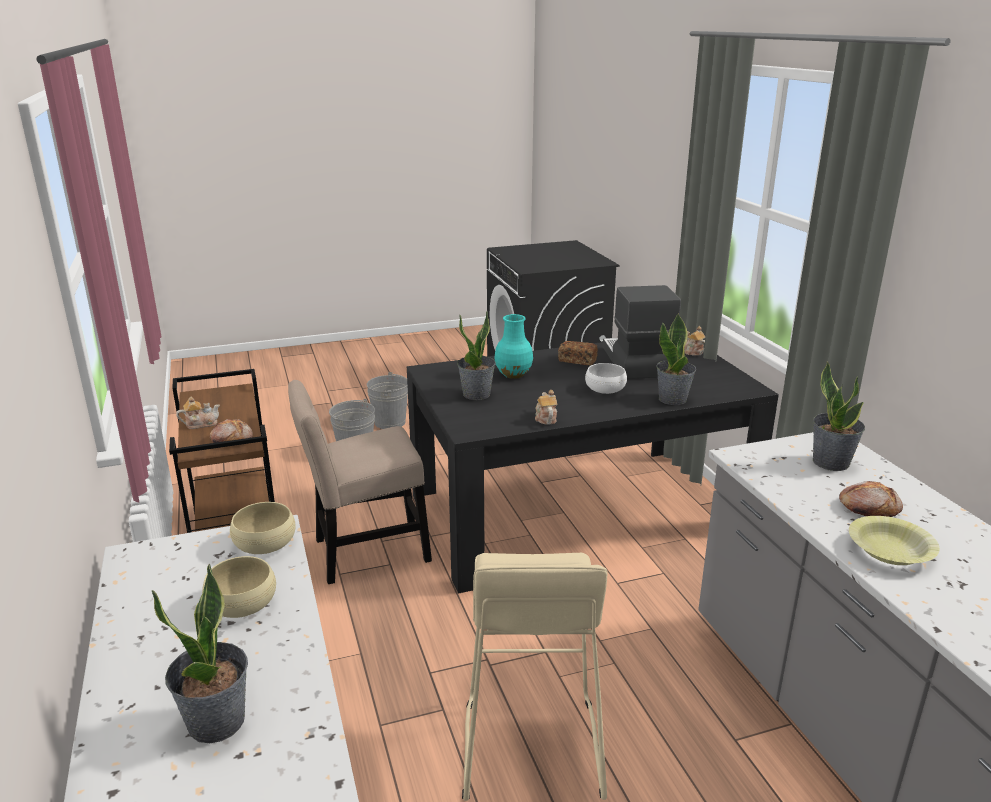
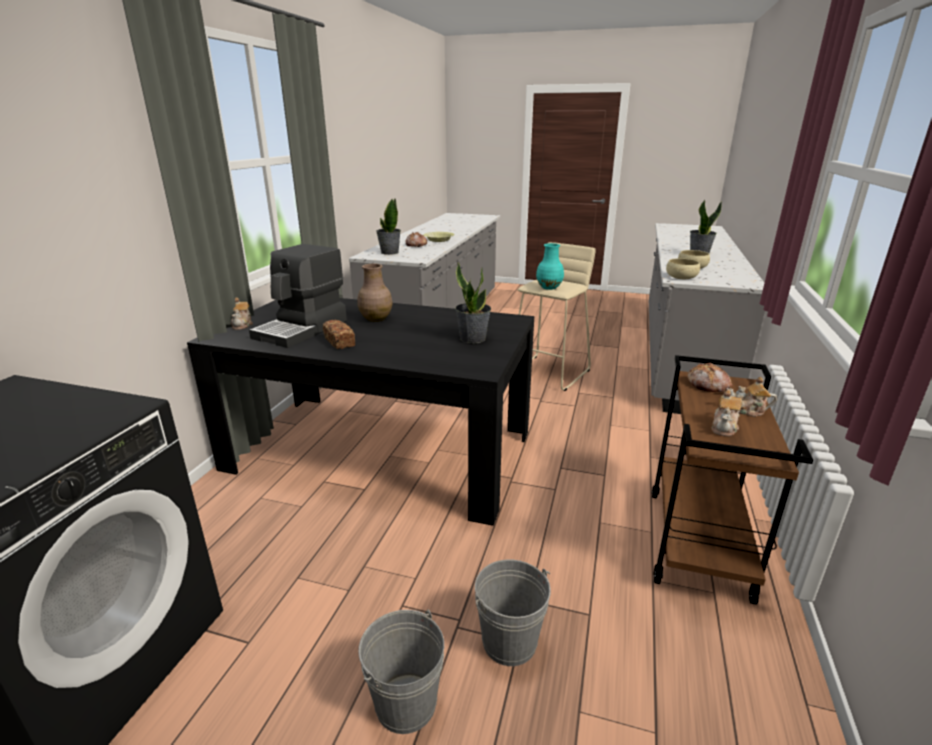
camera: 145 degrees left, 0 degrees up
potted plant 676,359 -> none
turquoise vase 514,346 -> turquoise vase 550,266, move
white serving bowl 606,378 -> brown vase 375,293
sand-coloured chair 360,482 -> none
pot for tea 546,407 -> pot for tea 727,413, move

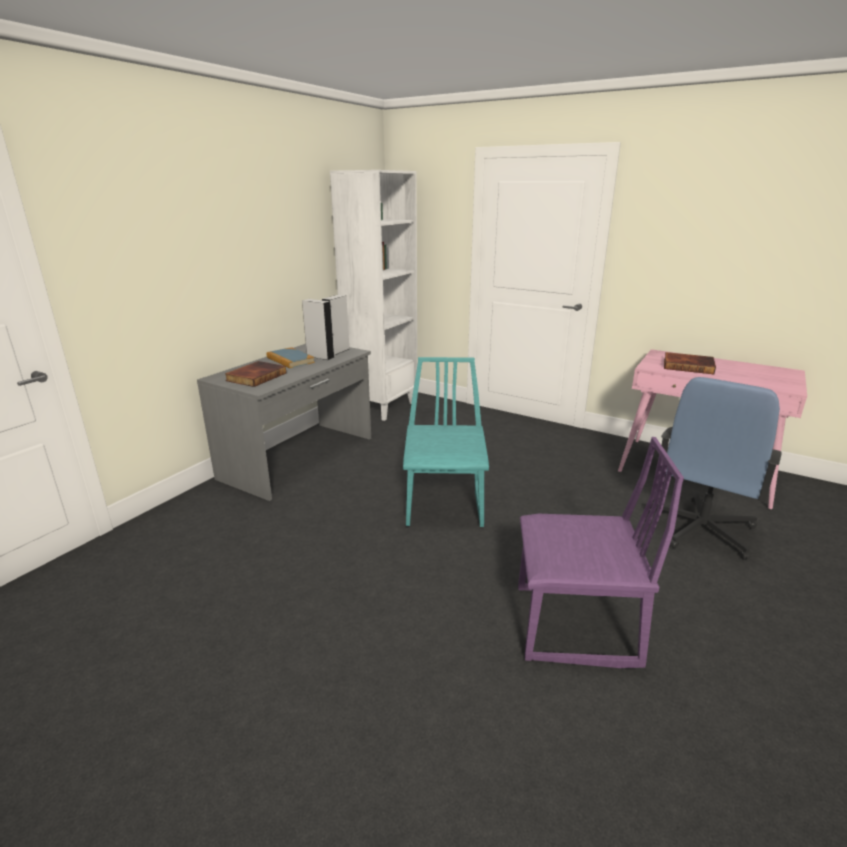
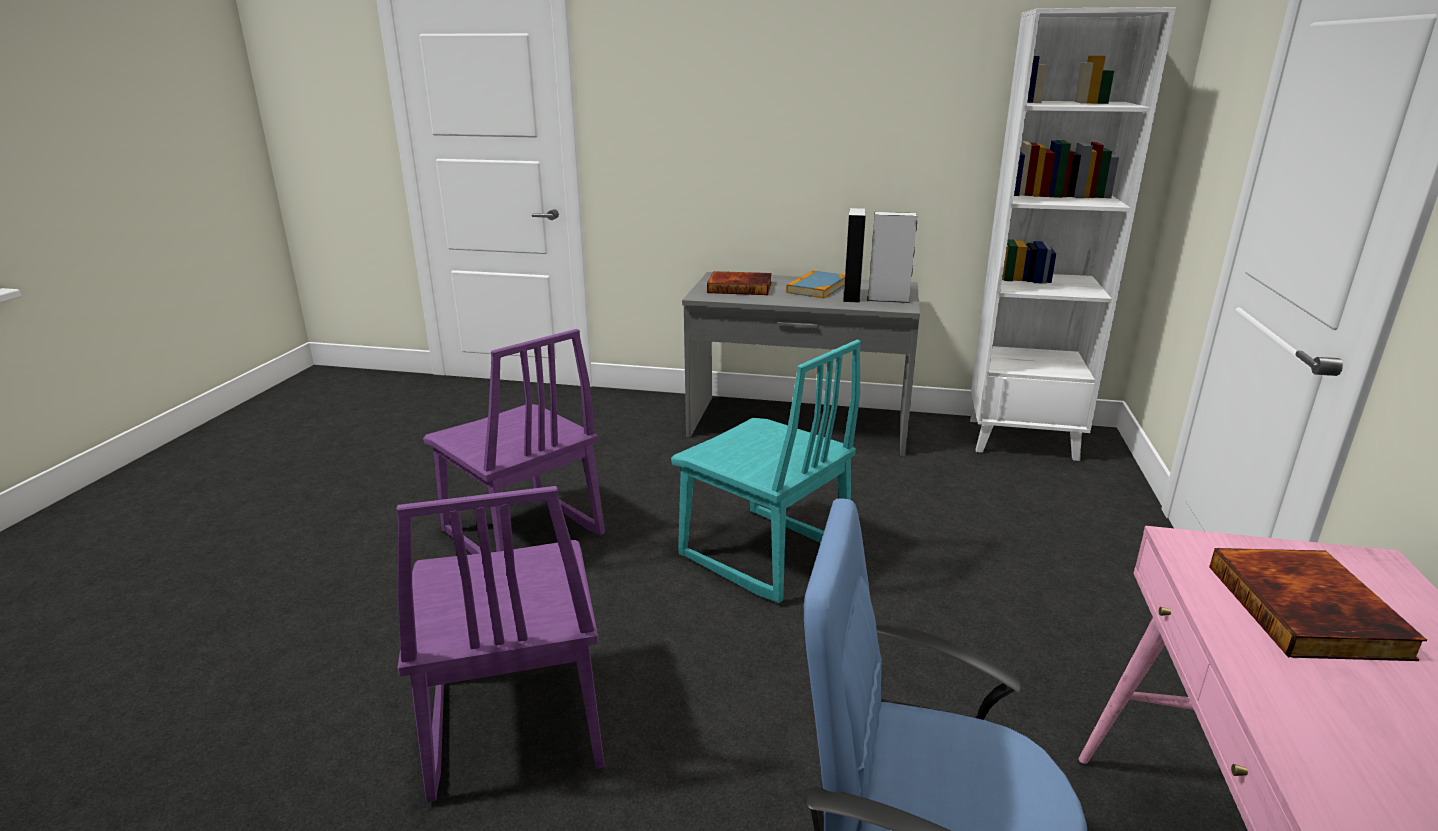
camera: 70 degrees right, 0 degrees up
turquoise chair 446,442 -> turquoise chair 766,471, 60 degrees clockwise
none -> purplish chair 514,441

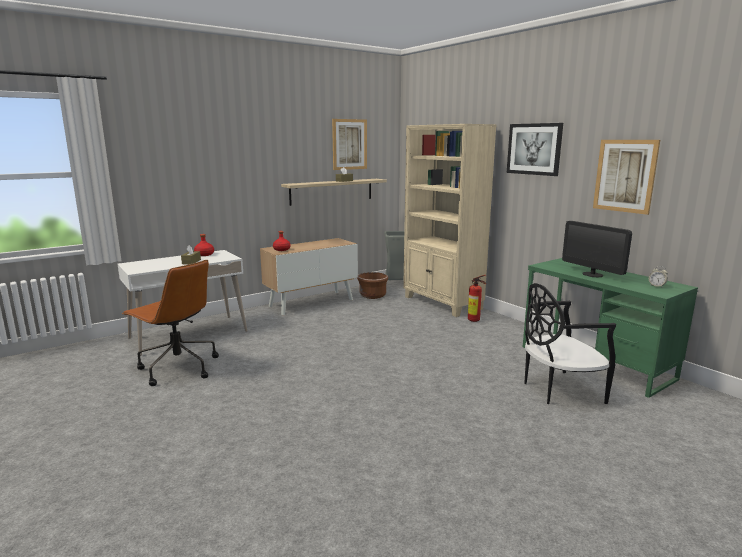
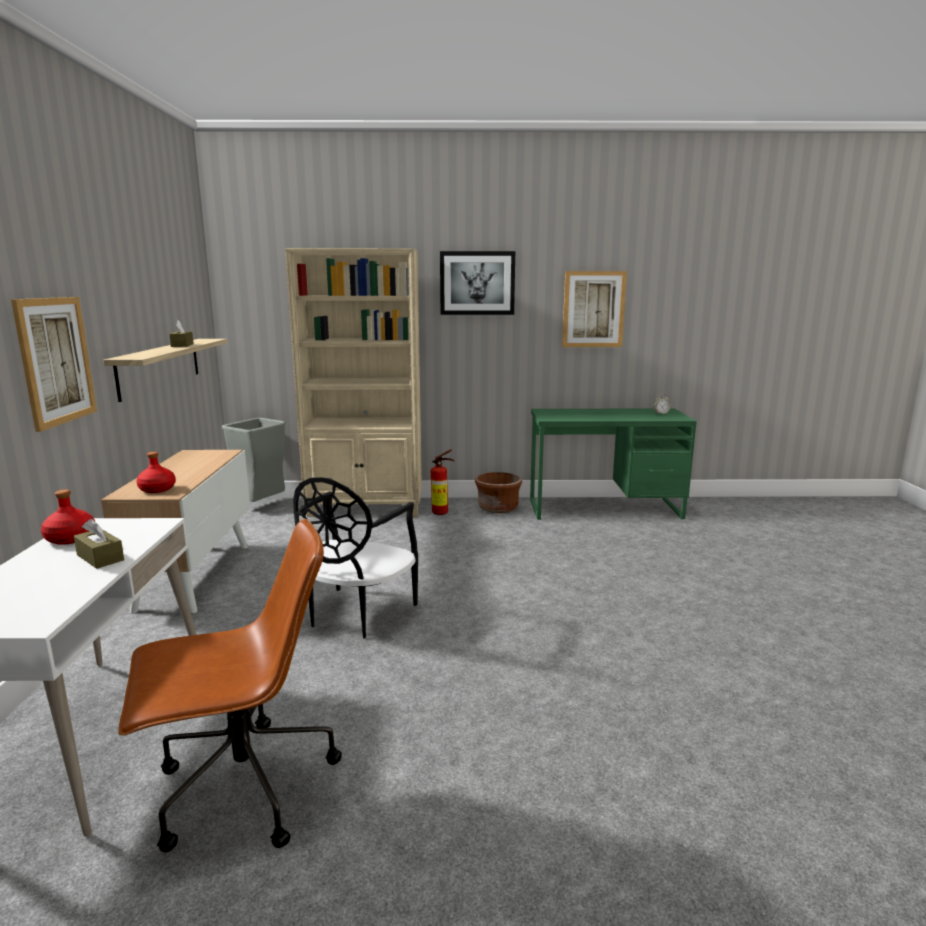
camera: 55 degrees left, 0 degrees up
picture 349,144 -> picture 54,364, move
computer display 597,249 -> none
brown planter 372,285 -> brown planter 498,492, move
blackish chair 570,343 -> blackish chair 355,557, move

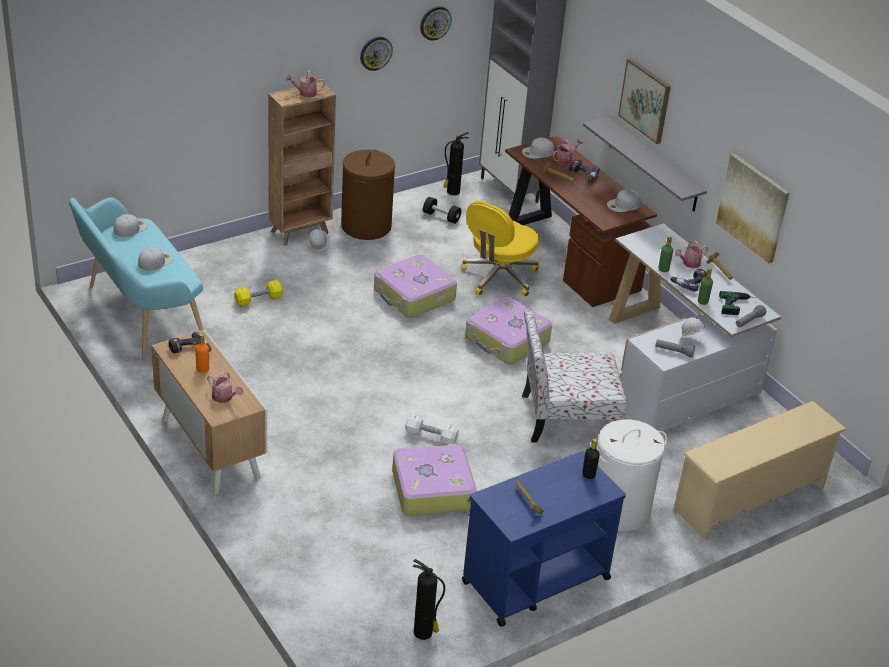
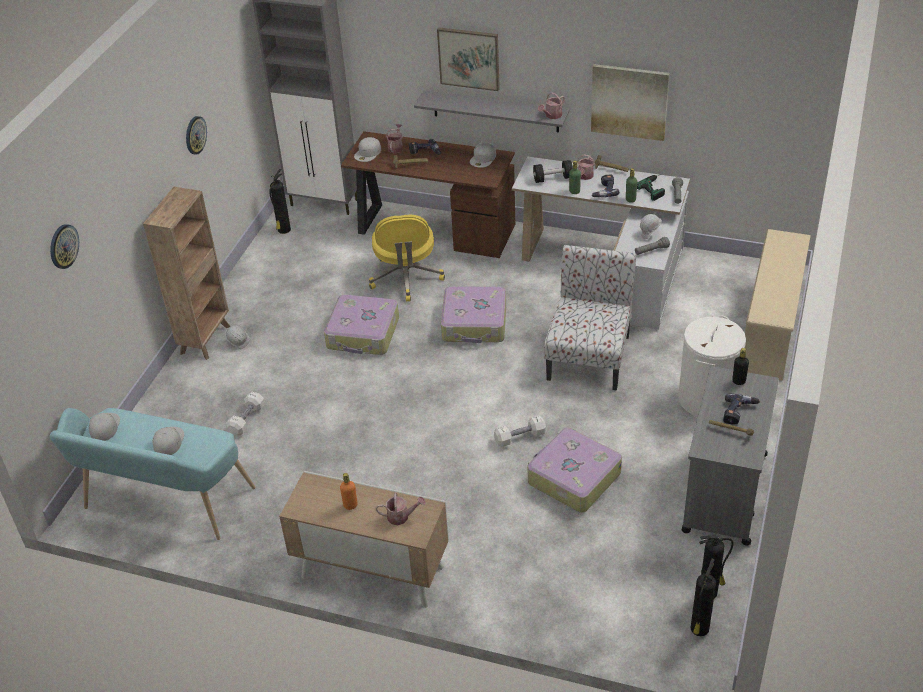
camera: 35 degrees left, 5 degrees up
clock on the wall 436,23 -> clock on the wall 64,246, move
watering pot 305,83 -> watering pot 551,106, move
brown hamper 368,195 -> none
blackish hand weight 442,210 -> blackish hand weight 553,171, move
yellowish hand weight 258,293 -> white hand weight 245,414
chair 575,375 -> chair 590,317, 150 degrees clockwise
power drill 190,342 -> power drill 741,409, move
blue cart 544,539 -> gray cart 730,456
none -> fire-fighting cylinder 703,597

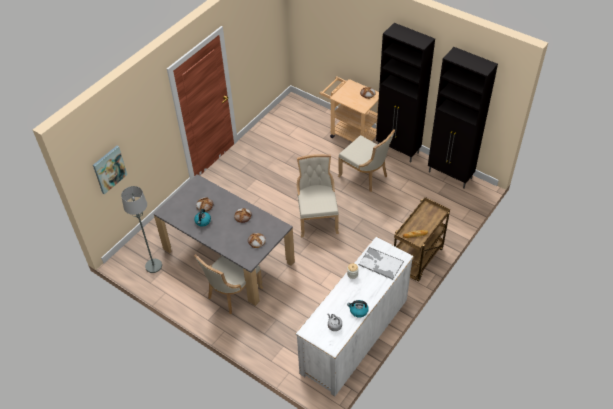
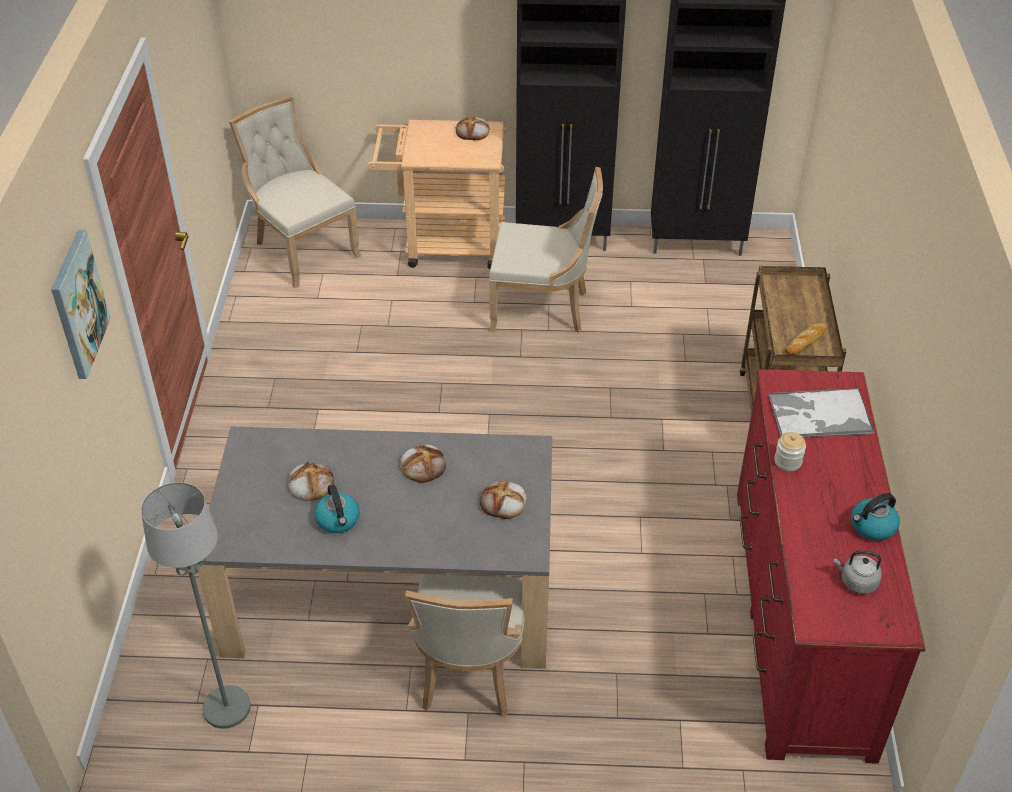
camera: 35 degrees left, 5 degrees down
picture 110,170 -> picture 81,304, move
sand-coloured chair 318,195 -> sand-coloured chair 295,192, move
white chest of drawers 354,316 -> reddish chest of drawers 831,566

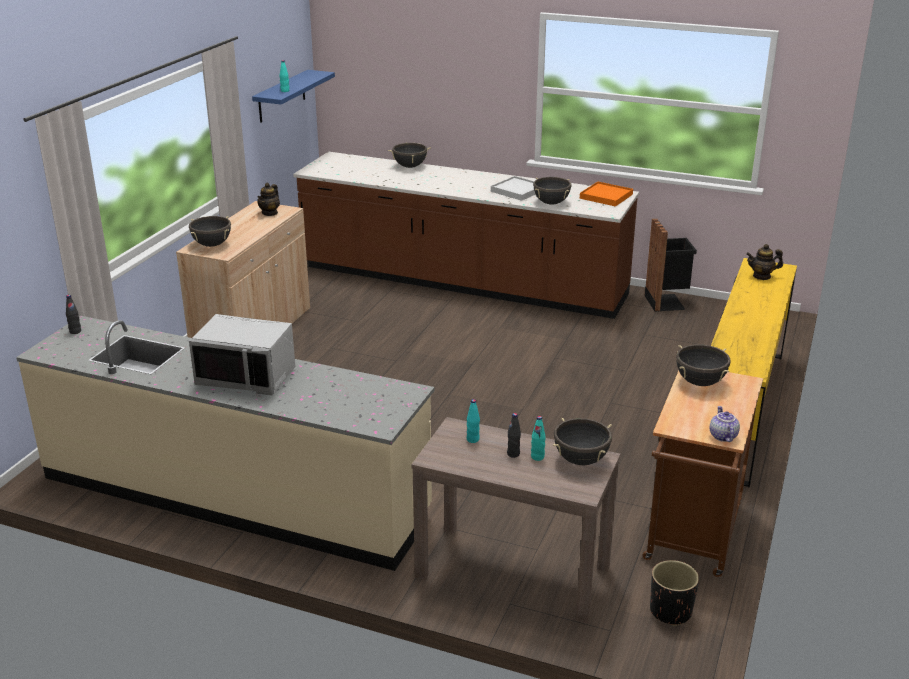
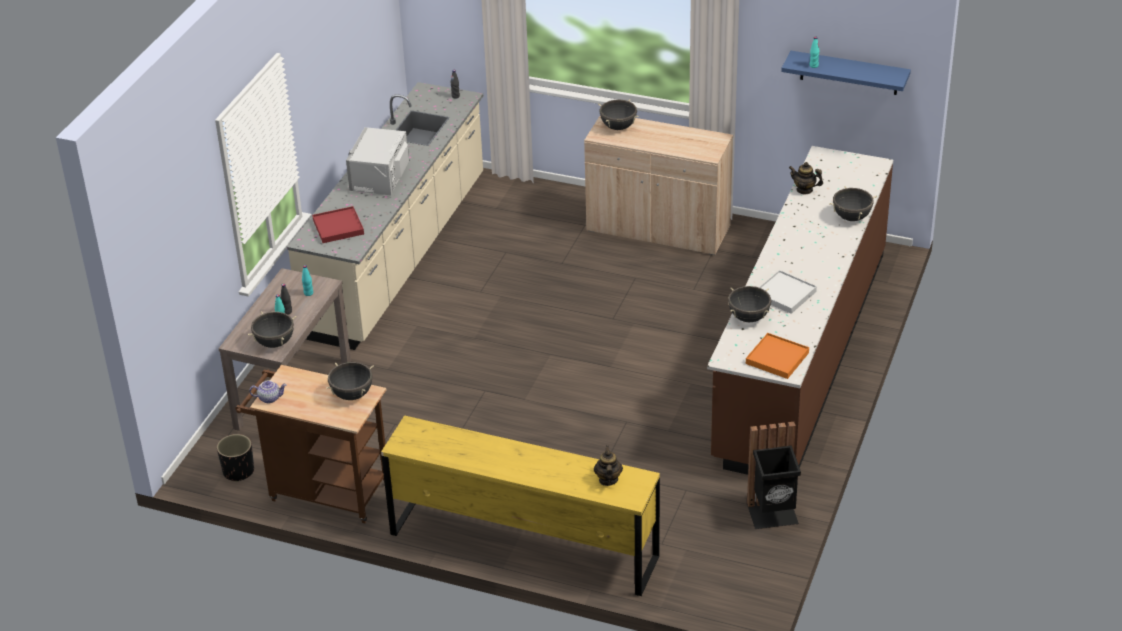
camera: 90 degrees right, 10 degrees up
pot for tea 268,199 -> pot for tea 806,178, move
none -> reddish carrying tray 338,224

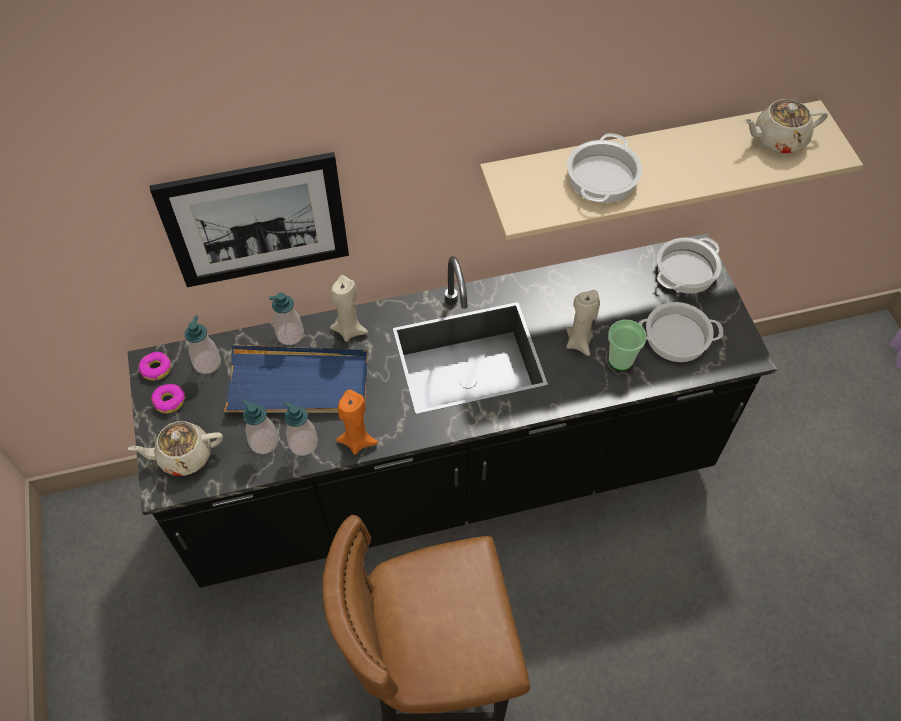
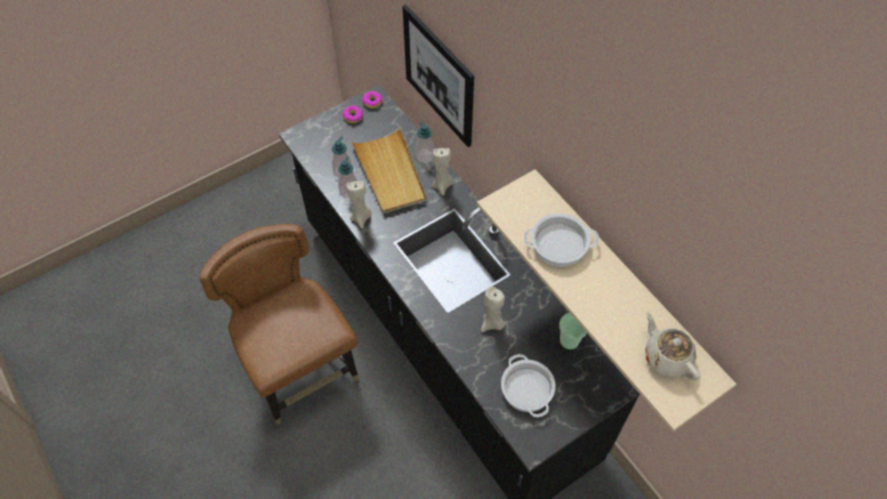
camera: 70 degrees right, 0 degrees up
saucepot 689,265 -> none
soap bottle 203,344 -> none
small cup 627,345 -> small cup 573,331, move
blue carrying tray 295,379 -> sand-coloured carrying tray 389,171
orangey candle 357,422 -> sand-coloured candle 359,204
sand-coloured pot for tea 175,448 -> none

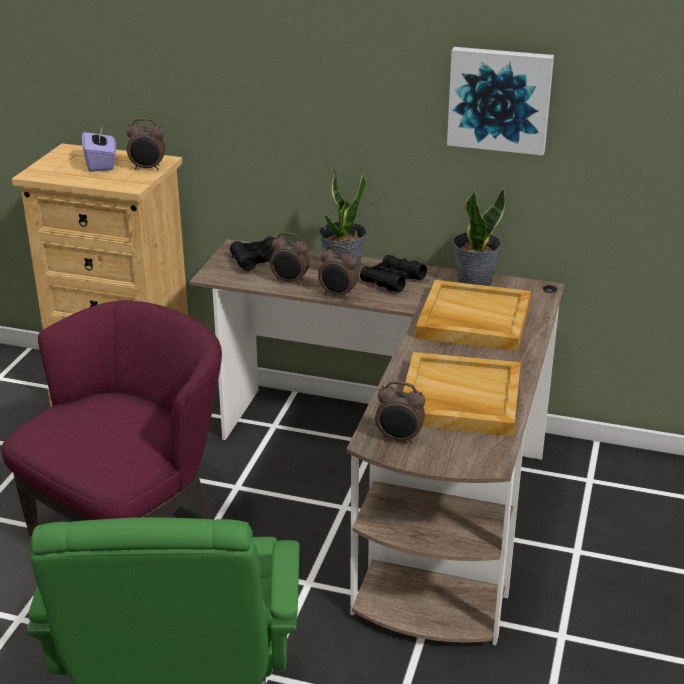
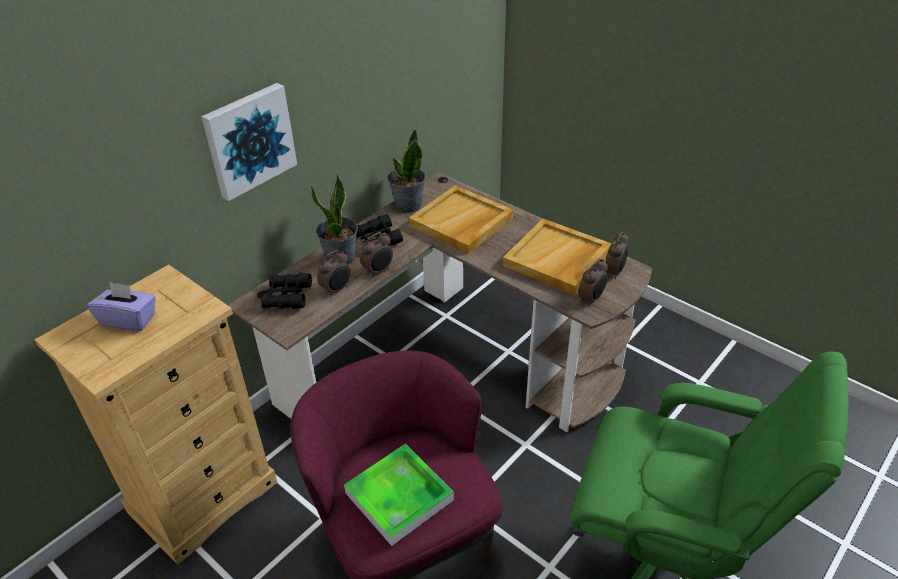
camera: 65 degrees left, 10 degrees up
picture 500,101 -> picture 249,142, move
bedside clock 146,144 -> bedside clock 617,255, move
none -> carrying tray 399,495

